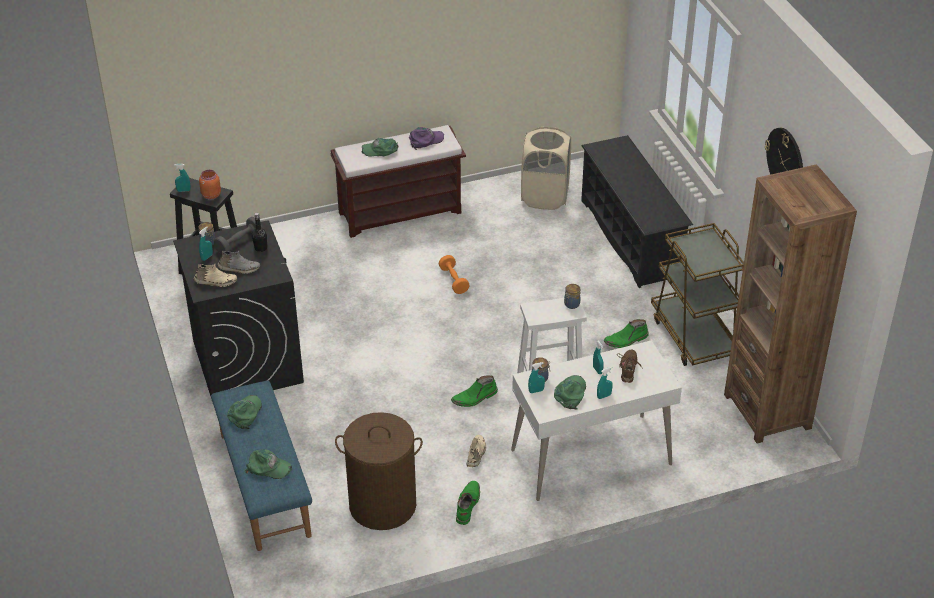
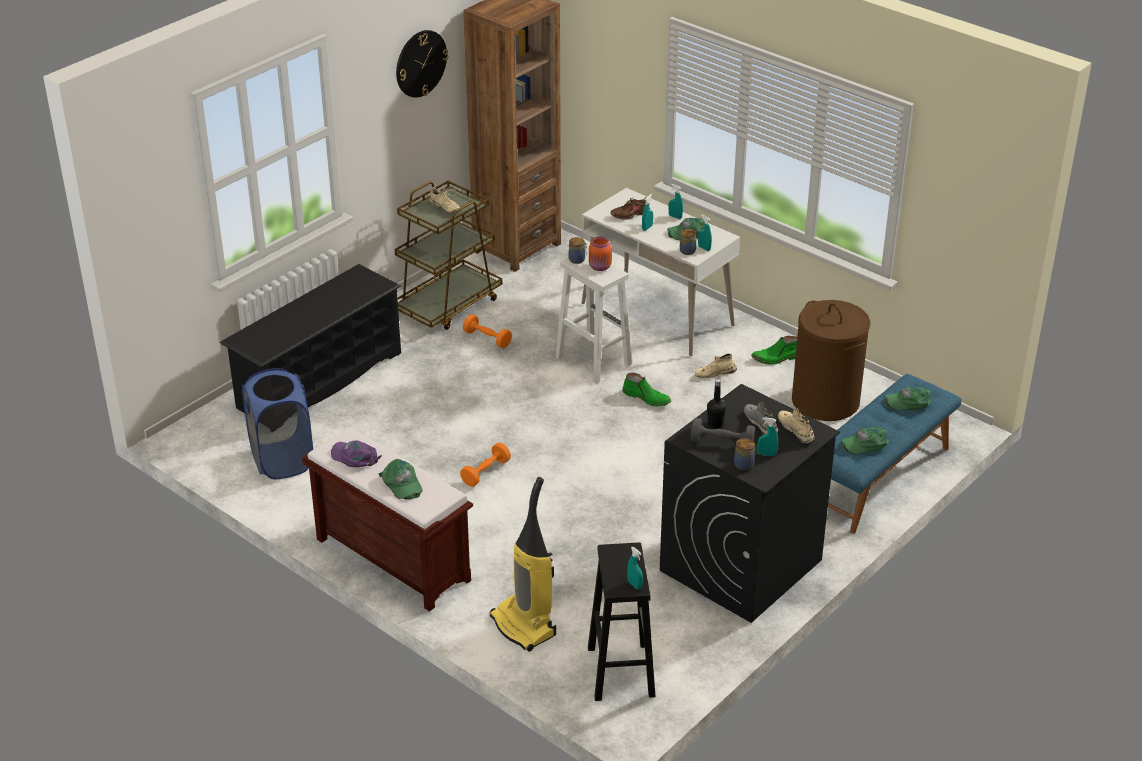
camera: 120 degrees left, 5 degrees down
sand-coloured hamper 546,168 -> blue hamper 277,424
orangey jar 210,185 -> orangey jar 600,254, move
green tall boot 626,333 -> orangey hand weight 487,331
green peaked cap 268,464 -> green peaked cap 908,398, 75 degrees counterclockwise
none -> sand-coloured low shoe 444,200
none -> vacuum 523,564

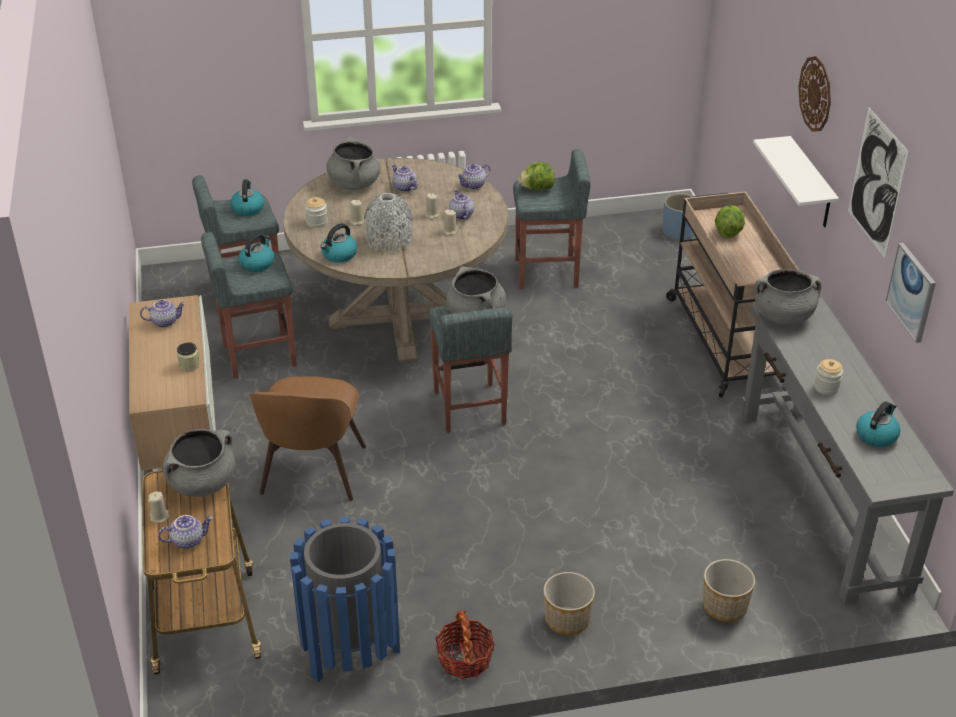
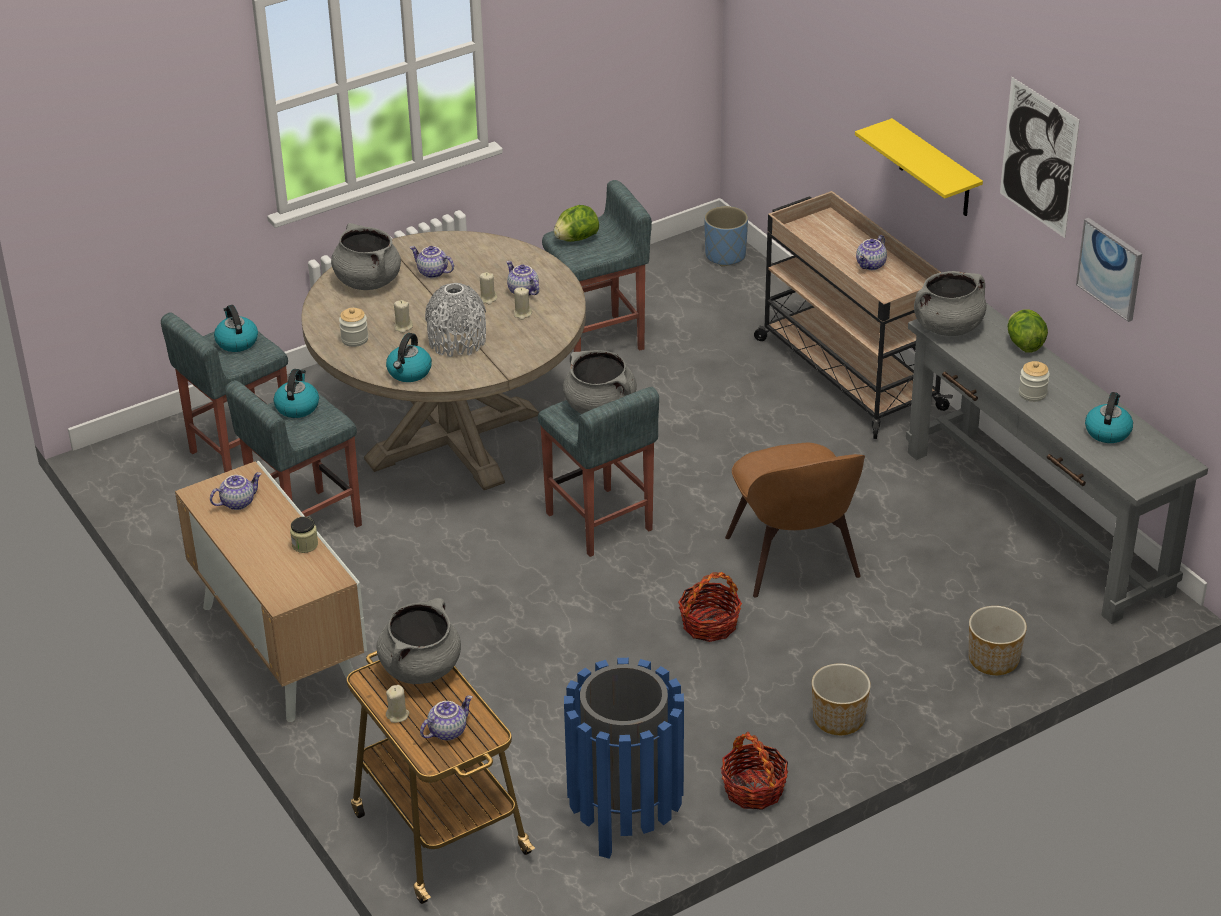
camera: 20 degrees left, 0 degrees up
clock on the wall 814,94 -> none
white shelf 796,181 -> yellowish shelf 919,167
pot for tea 473,177 -> pot for tea 871,252, move
lettuce 730,221 -> lettuce 1027,331, move
brown chair 307,438 -> brown chair 795,520, move
none -> household basket 710,607

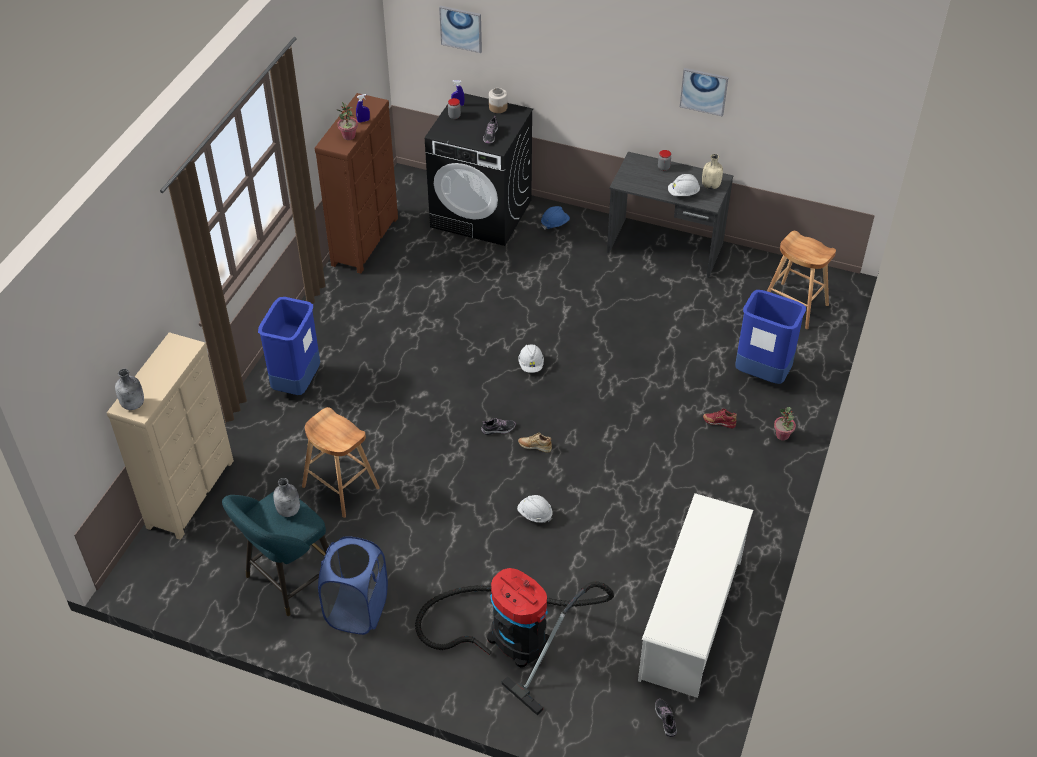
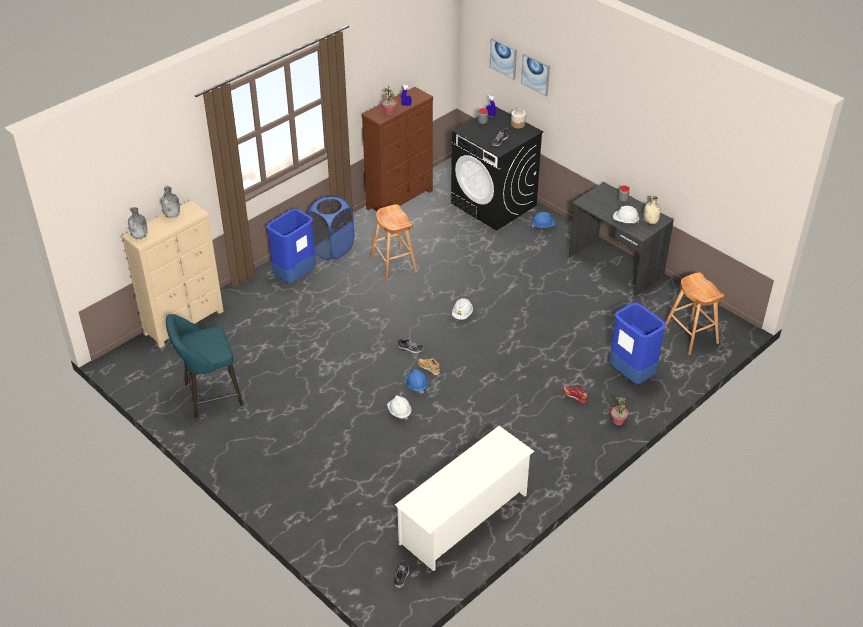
camera: 25 degrees right, 5 degrees down
picture 704,92 -> picture 535,74, move
brown stool 341,462 -> brown stool 394,242, move
gray drink bottle 286,497 -> gray drink bottle 170,202, move
blue hamper 353,585 -> blue hamper 330,227, move
vacuum 514,641 -> none
none -> blue work helmet 416,381

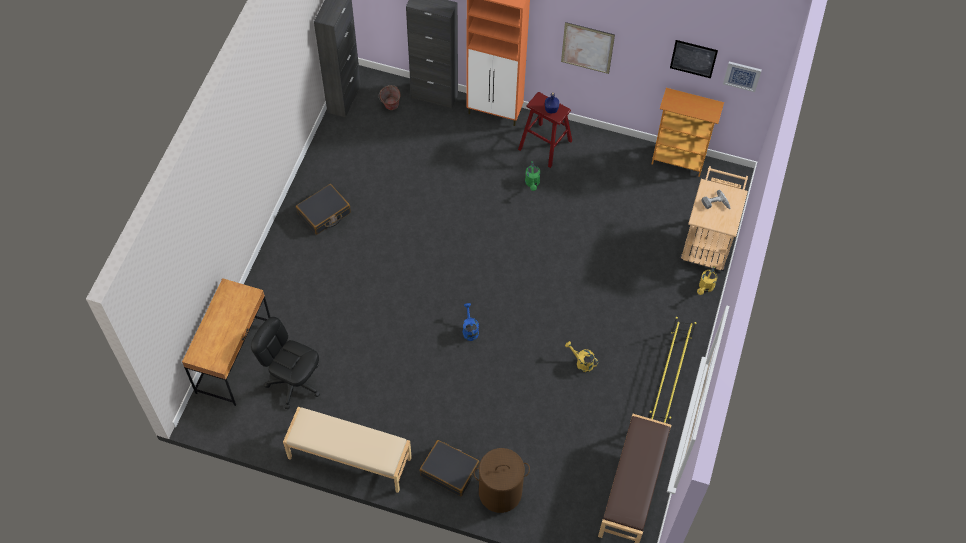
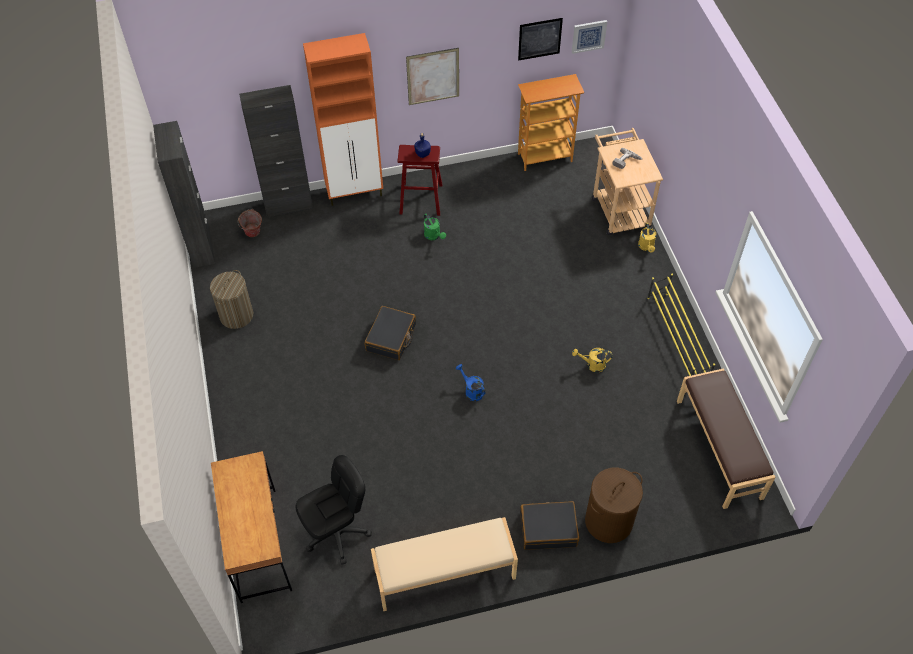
camera: 30 degrees left, 5 degrees down
blackish suitcase 323,209 -> blackish suitcase 390,333, move
blackish office chair 285,363 -> blackish office chair 334,510, 150 degrees clockwise
none -> hamper 231,299

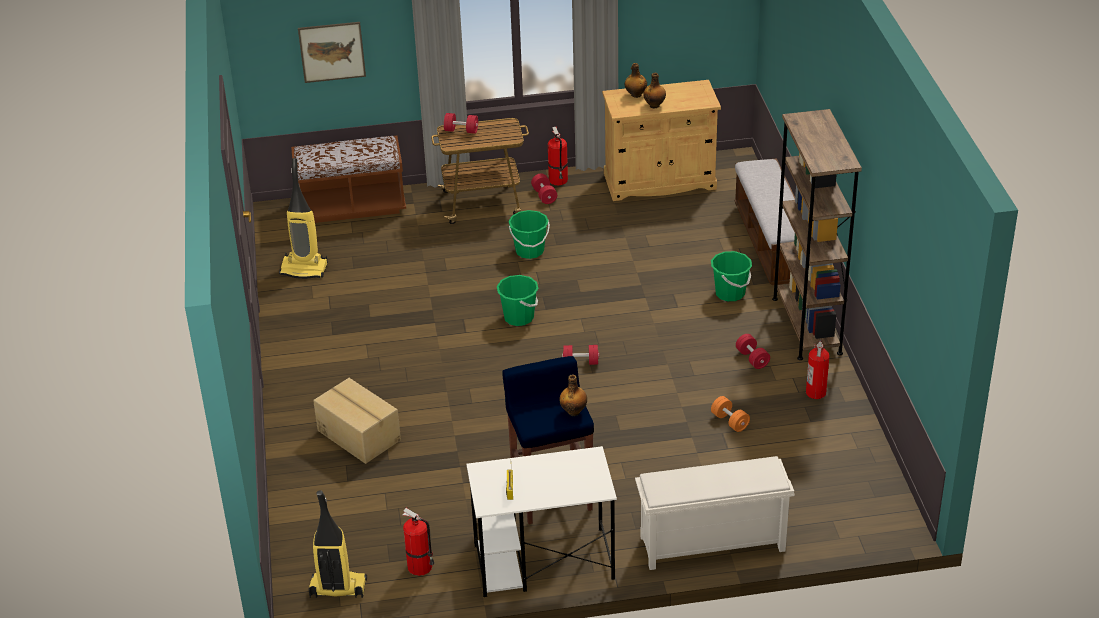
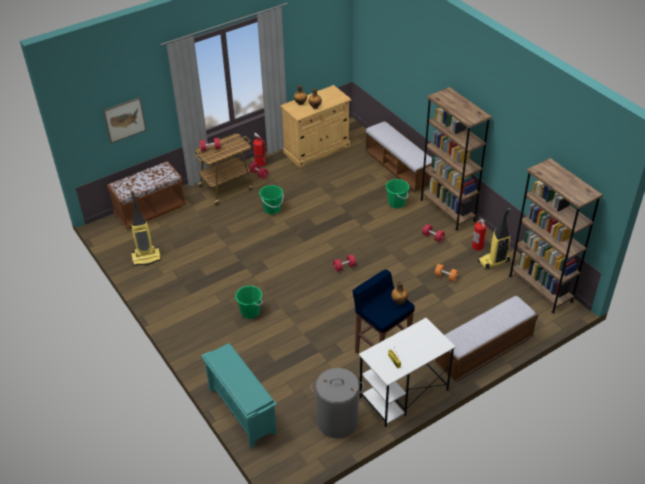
camera: 25 degrees left, 5 degrees up
green bucket 518,300 -> green bucket 249,302, move
cardboard box 357,421 -> none
white shoe stand 714,513 -> bench 487,339
vacuum 338,544 -> vacuum 494,239, move
fire-fighting cylinder 418,542 -> gray hamper 337,403
none -> brown bookshelf 556,236
none -> turquoise shoe stand 239,395

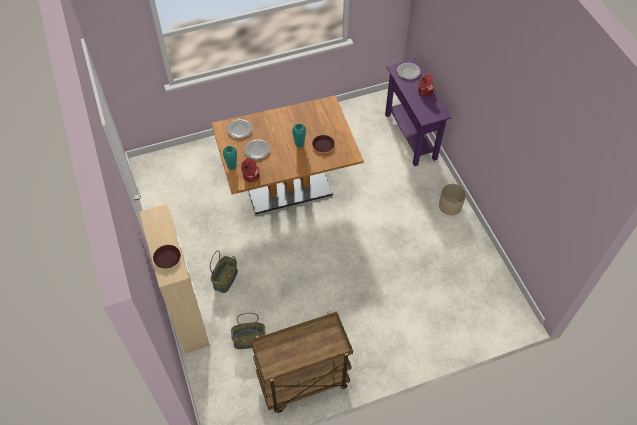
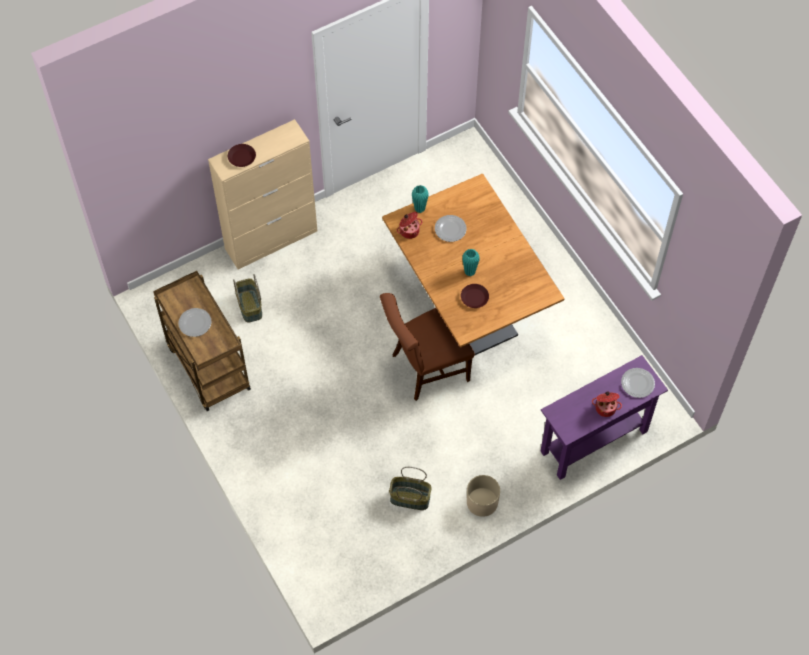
camera: 80 degrees right, 5 degrees up
flat dish 239,129 -> flat dish 195,322, move
household basket 224,271 -> household basket 410,488, move
none -> brown chair 427,347

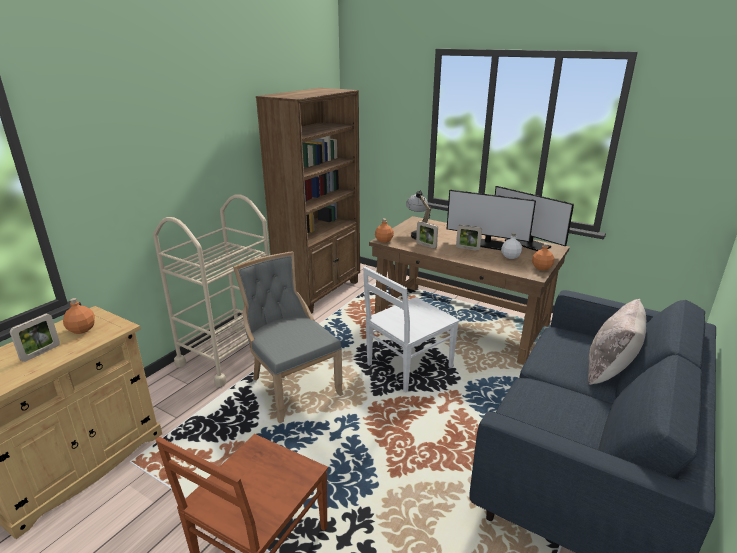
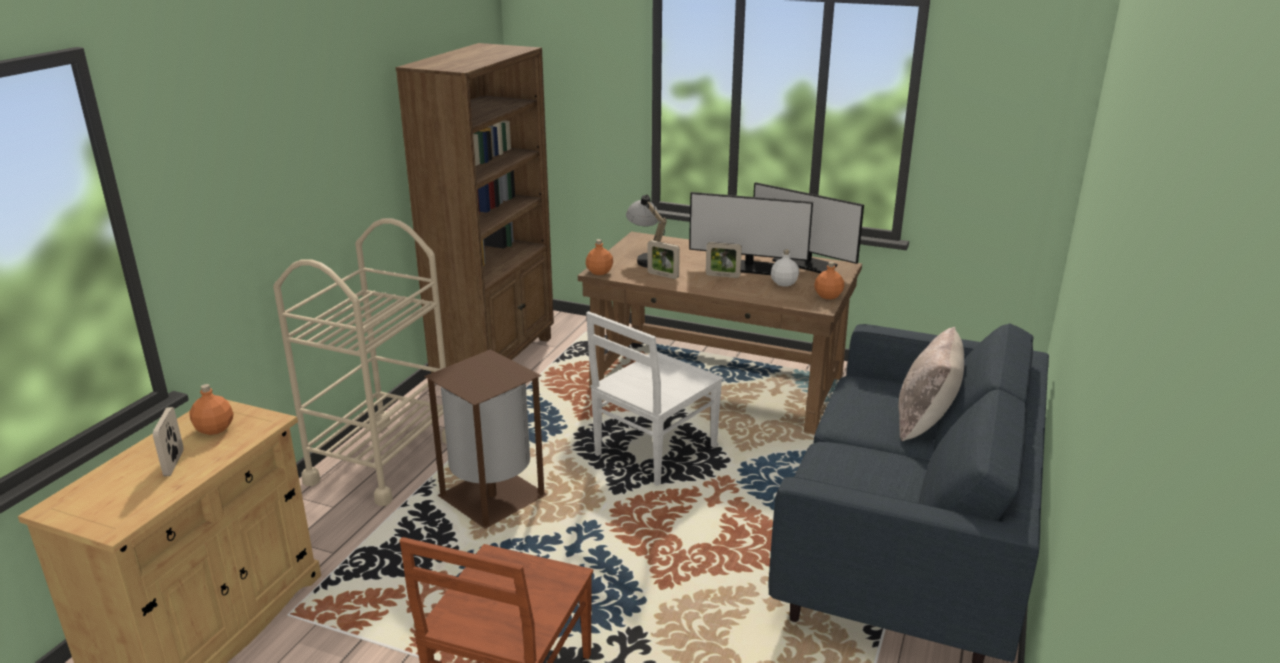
camera: 10 degrees left, 0 degrees up
gray chair 288,337 -> brown waste bin 485,439
picture frame 35,338 -> picture frame 168,442, 150 degrees clockwise

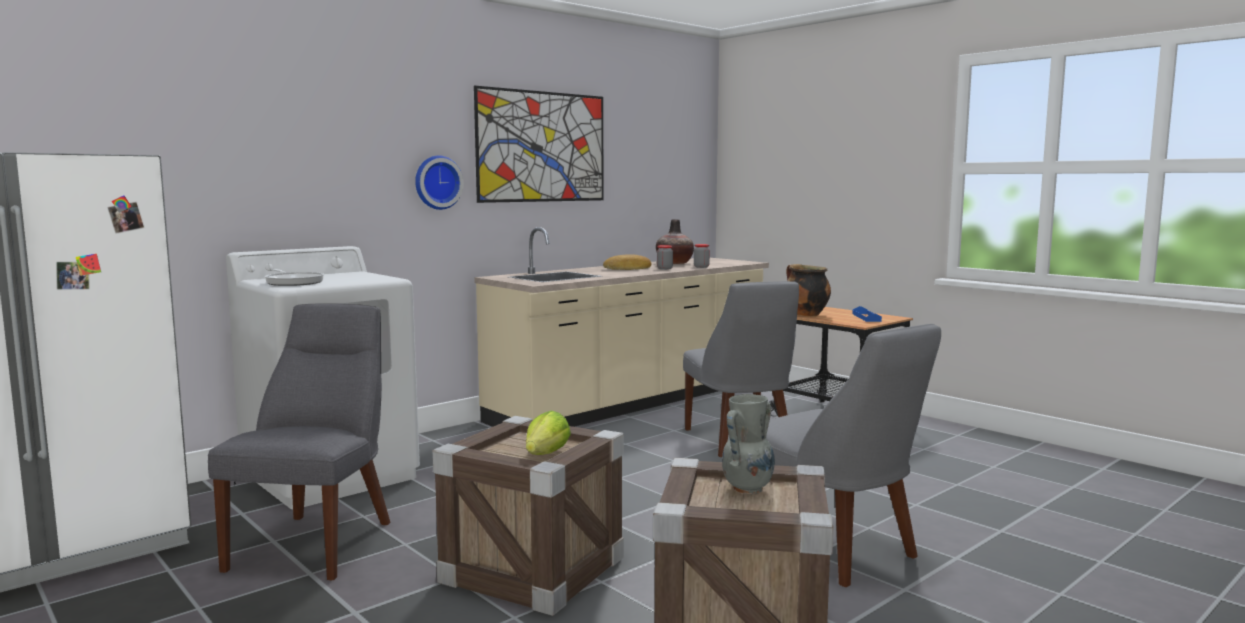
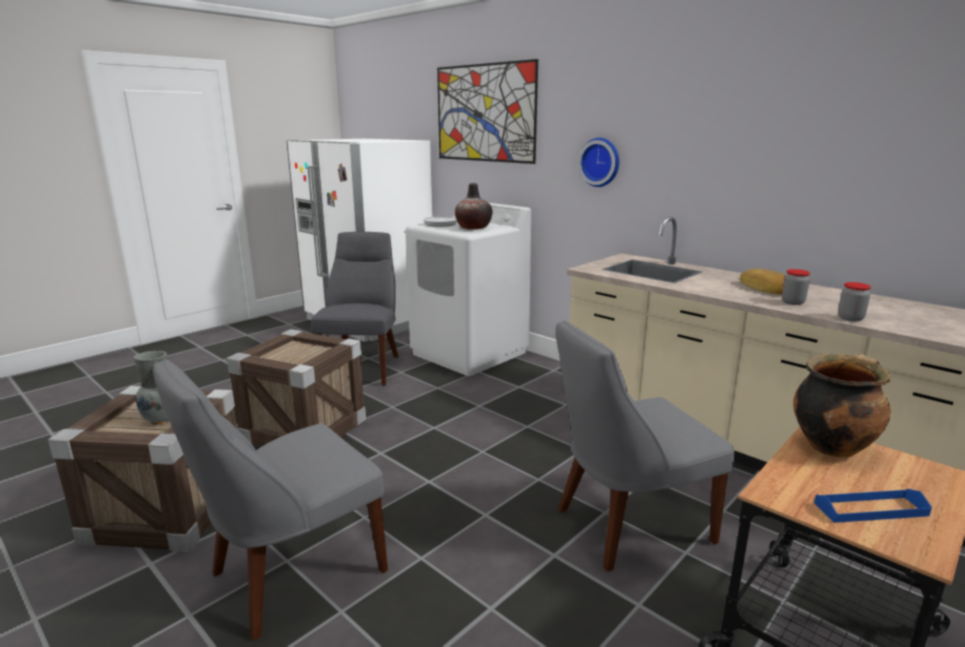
camera: 85 degrees right, 10 degrees up
picture 539,144 -> picture 487,111, move
vase 675,241 -> vase 473,206, move
gray chair 299,441 -> gray chair 355,309, 90 degrees counterclockwise
lettuce 548,433 -> none

